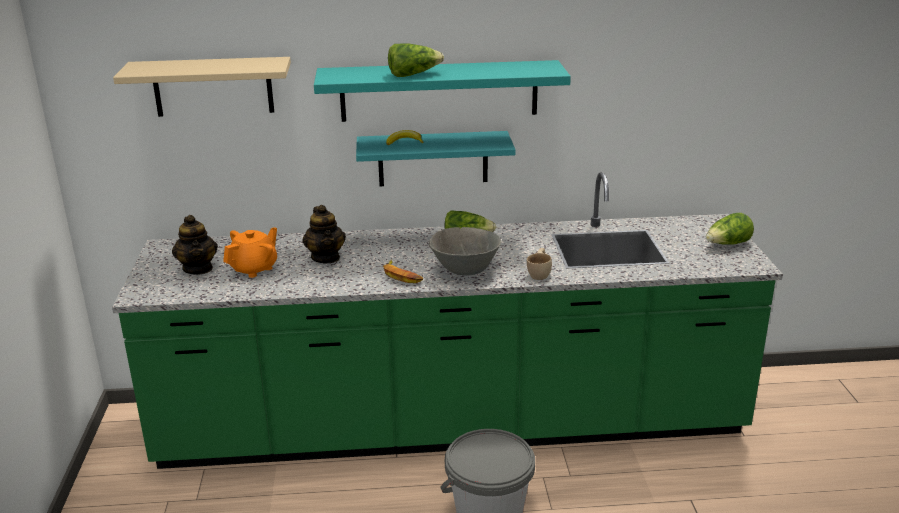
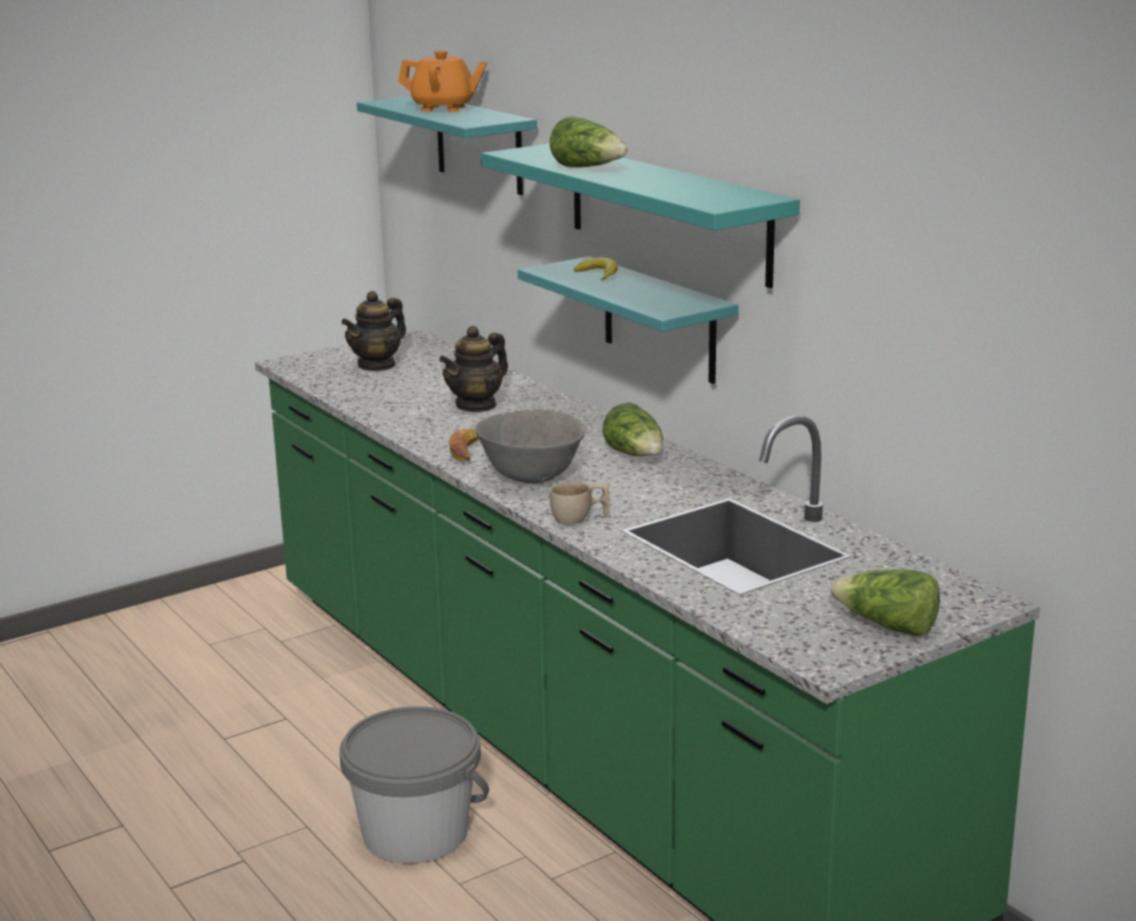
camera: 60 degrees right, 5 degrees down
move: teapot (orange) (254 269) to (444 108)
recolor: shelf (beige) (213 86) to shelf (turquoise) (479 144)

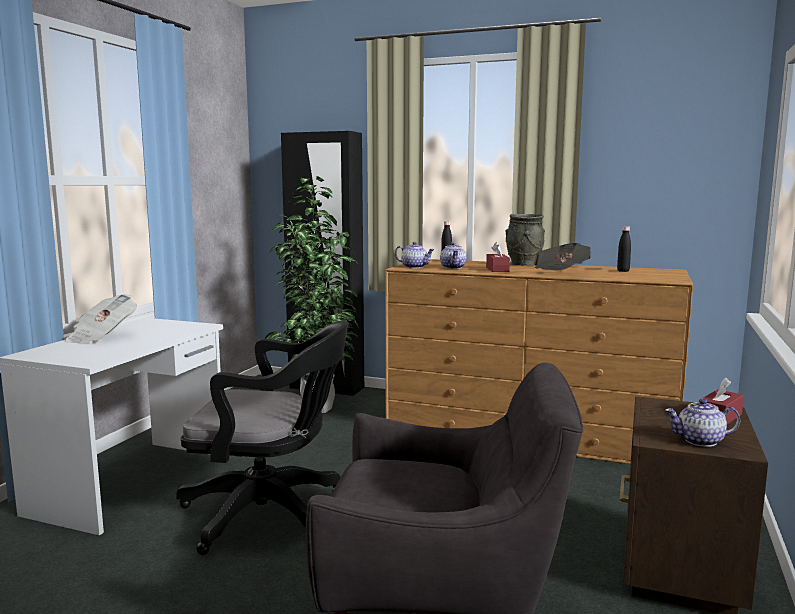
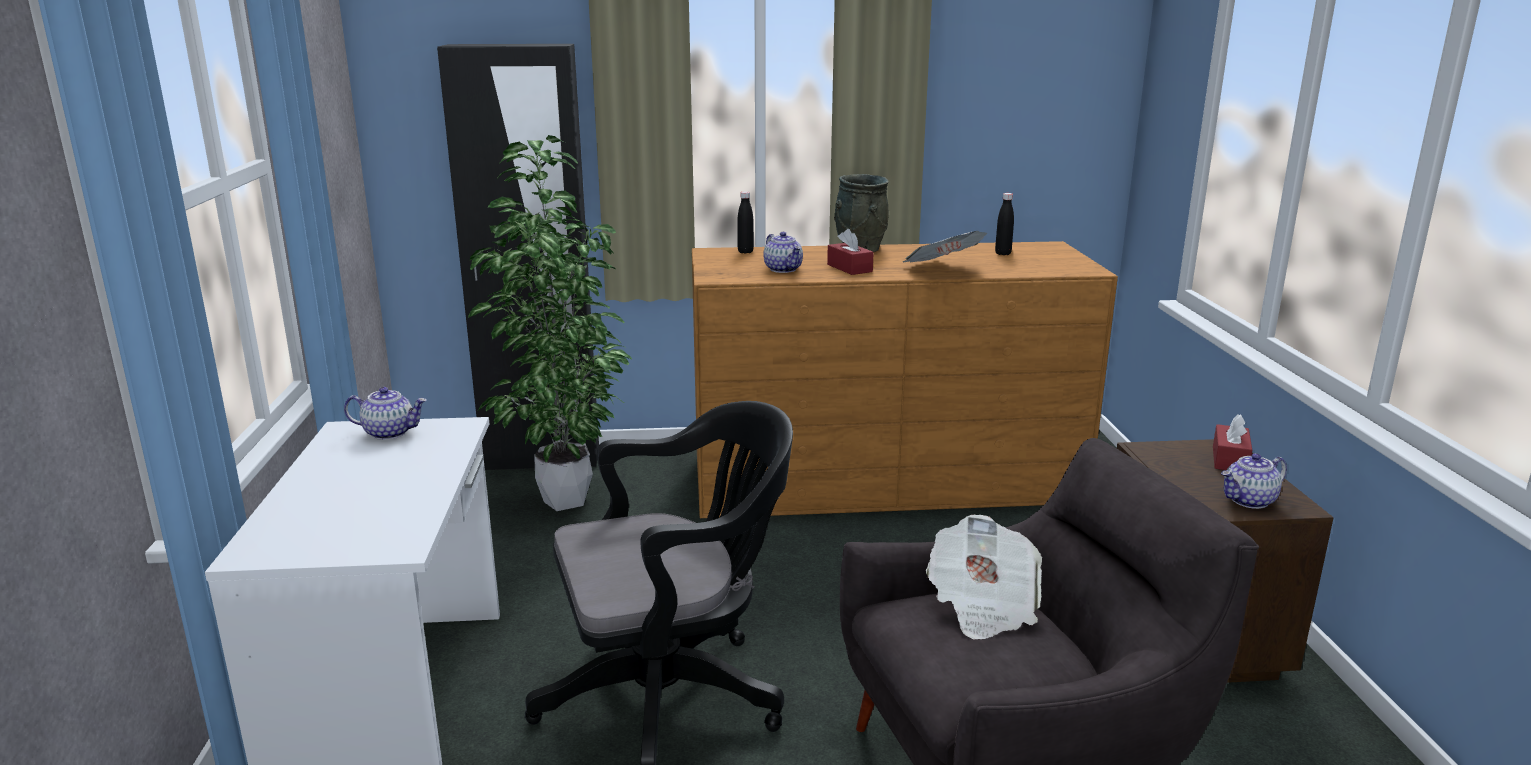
camera: 25 degrees left, 10 degrees up
move: teapot (414 267) to (390 433); newspaper (102 336) to (982 605)

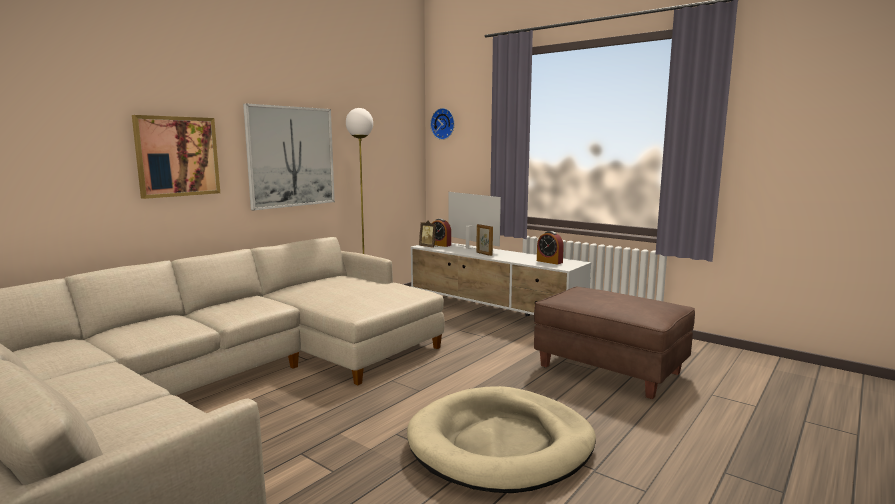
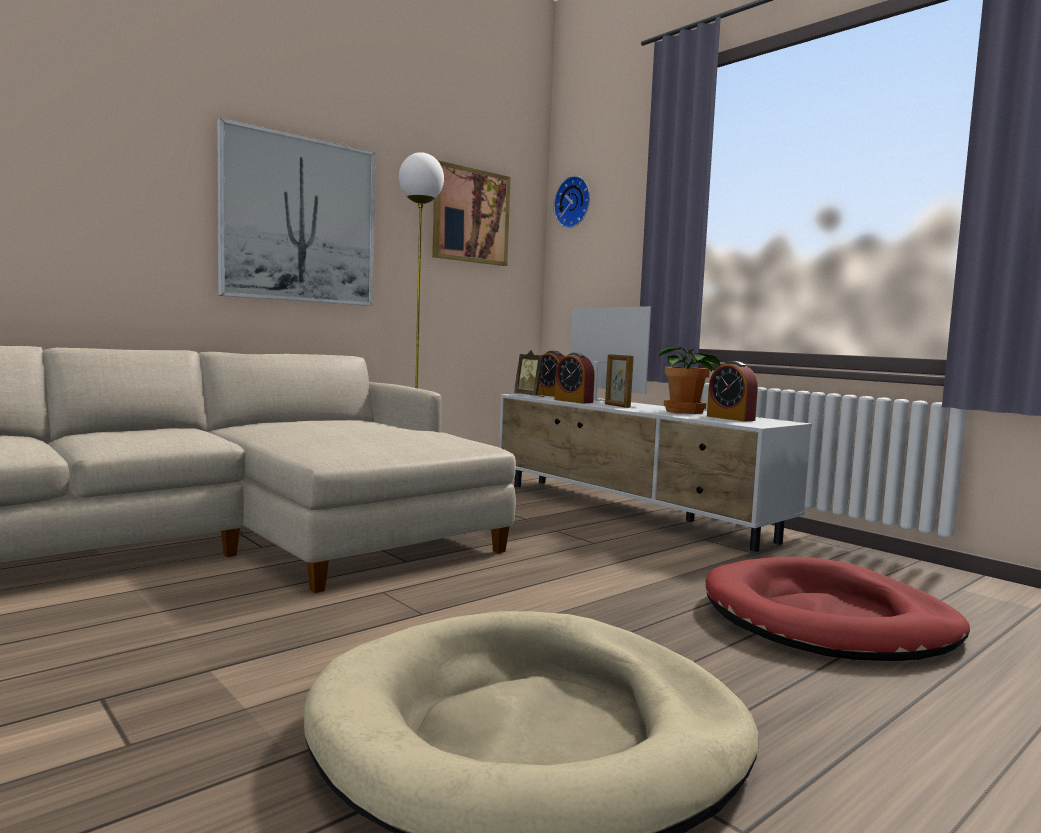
camera: 10 degrees right, 5 degrees down
insert: alarm clock (573 401); potted plant (686 412)
move: picture (177 156) to (470 216)
replace: ottoman (brown) (609 370) to dog bed (red) (828 619)

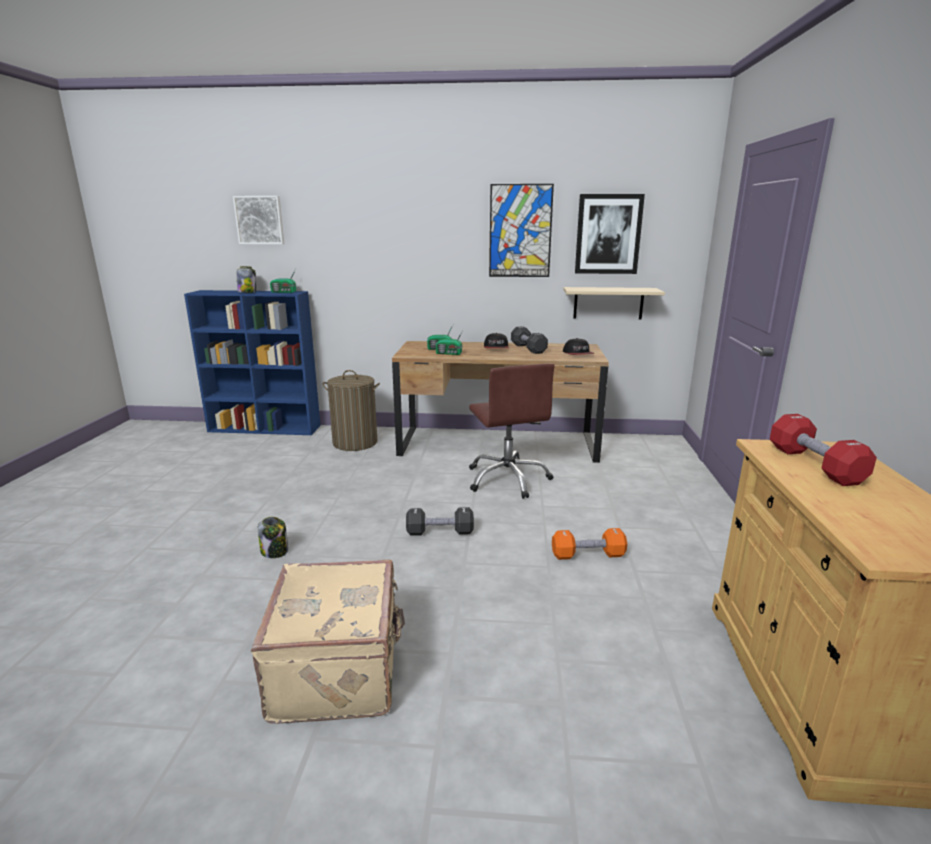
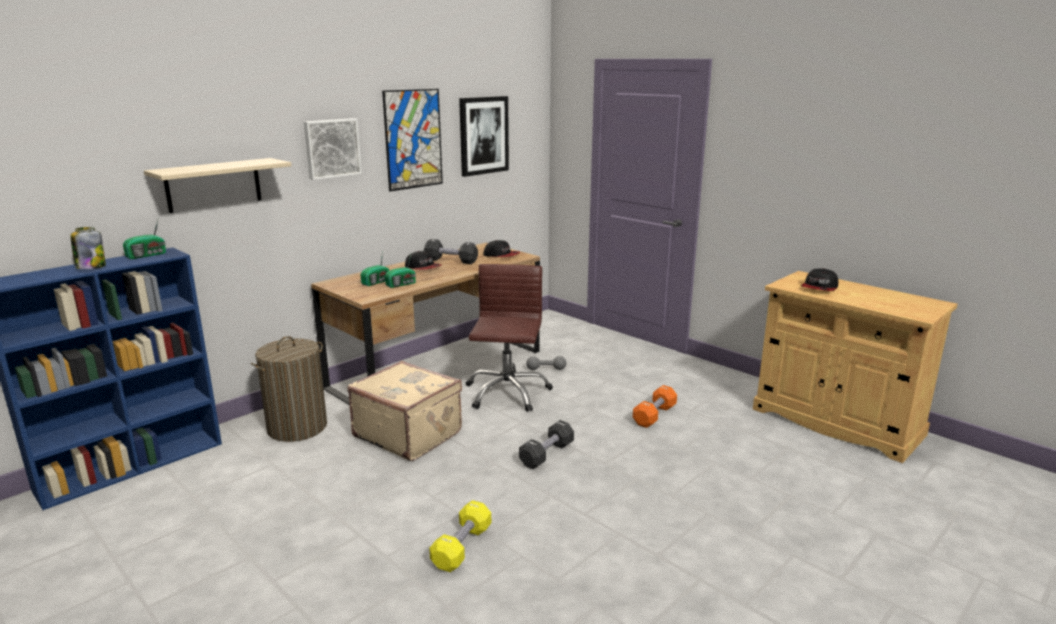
camera: 50 degrees left, 0 degrees up
insert: dumbbell (grey) (546 369)
move: shelf (beige) (608 303) to (213 185); picture (260 220) to (331 148); suitcase (beige) (340 670) to (408 434)
replace: jar (275 551) to dumbbell (yellow) (462 547); dumbbell (red) (814 465) to cap (819 288)
rotate: office chair (brown) (508 479) = (506 393) 105 degrees counterclockwise

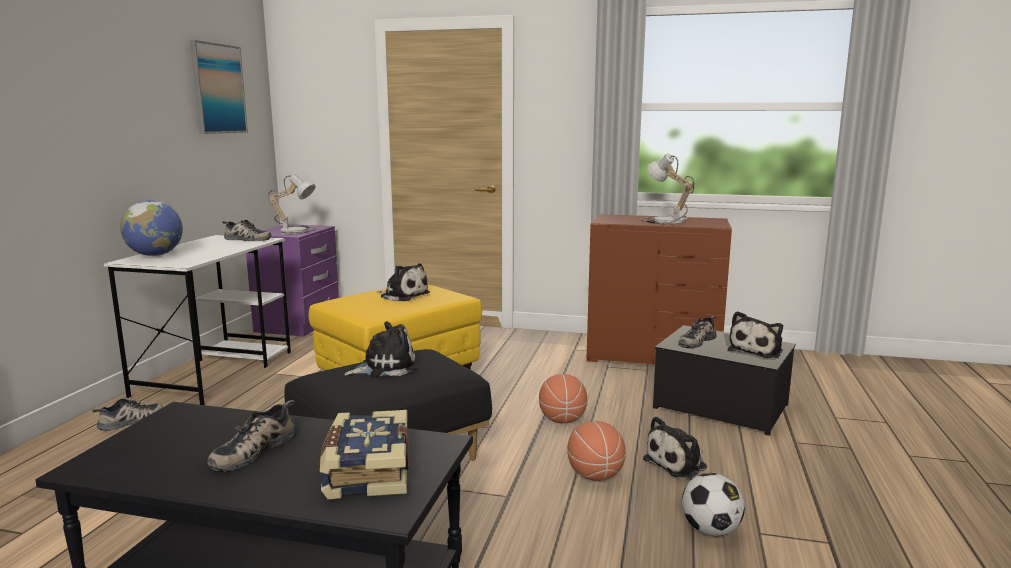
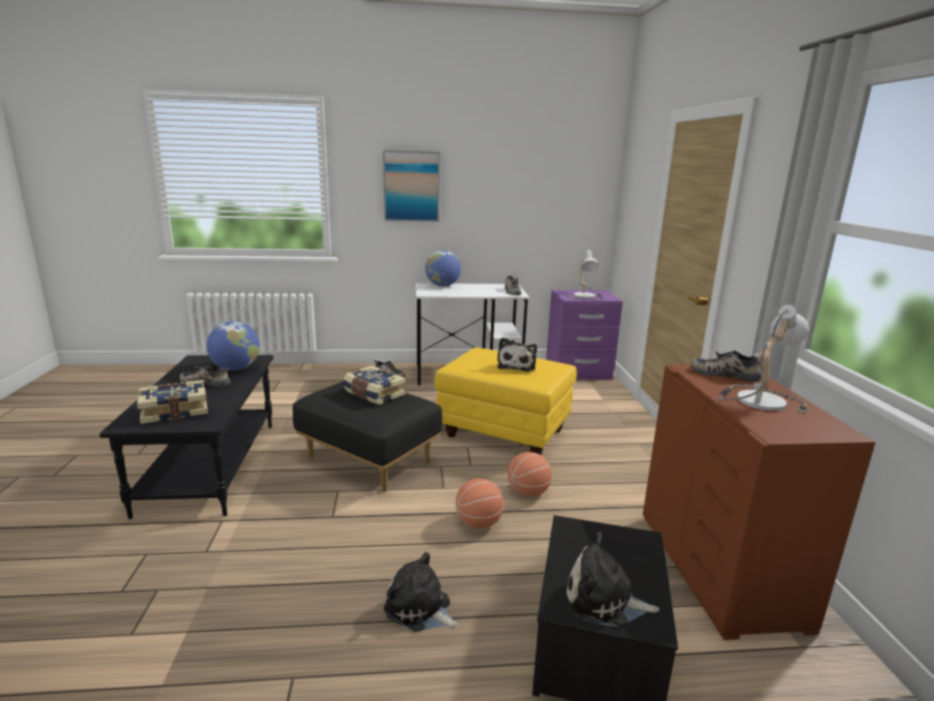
camera: 70 degrees right, 5 degrees up
delete: football (710 530)
insert: globe (236 369)
move: picture (218 89) to (411 186); basketball (595 476) to (528 492); shoe (696 341) to (725 373)
replace: plush toy (385 367) to book (373 394)

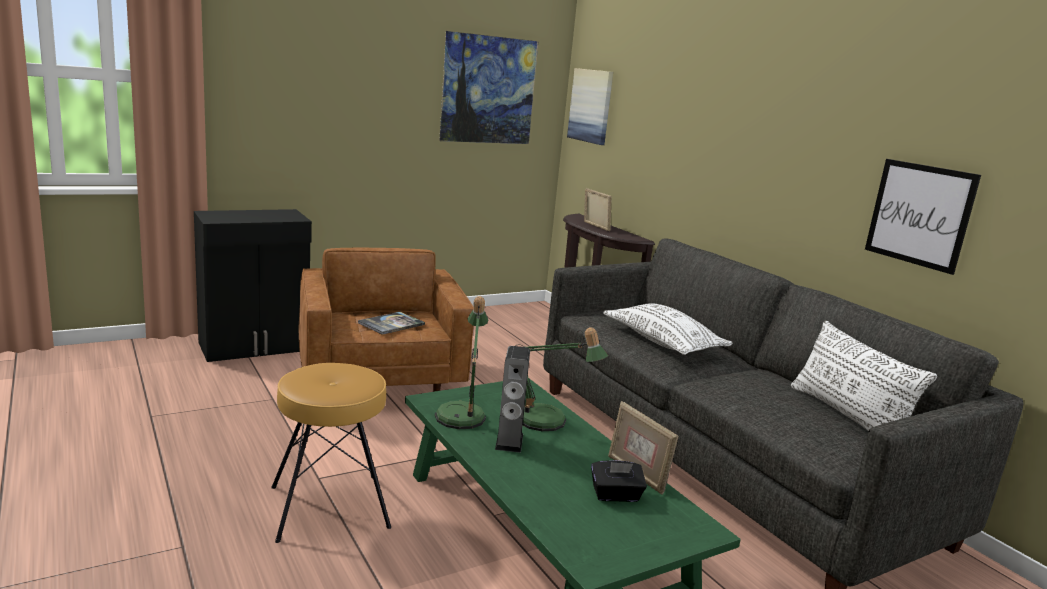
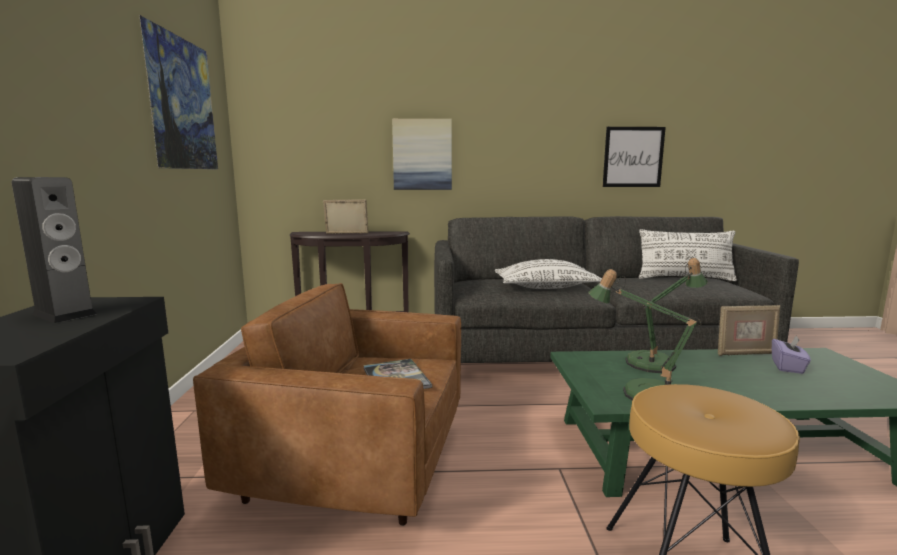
camera: 60 degrees left, 5 degrees down
move: speaker (509 441) to (64 314); picture (591 106) to (422 154)
recolor: tissue box (black) (616 495) to tissue box (purple) (788 367)

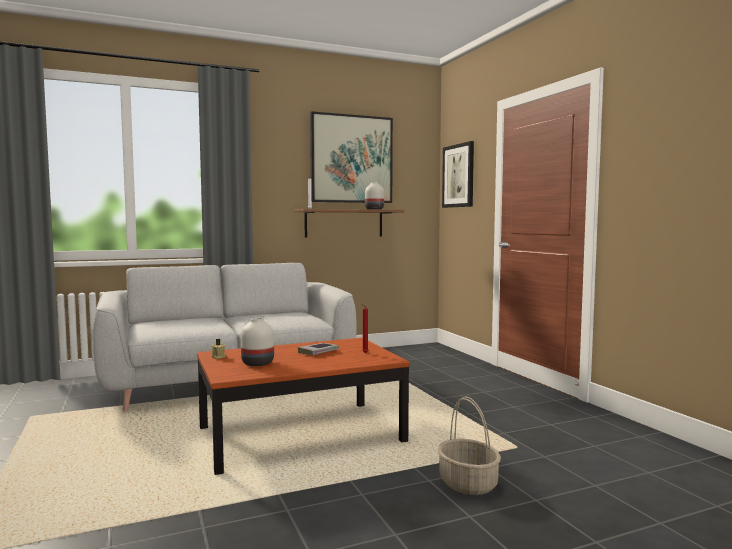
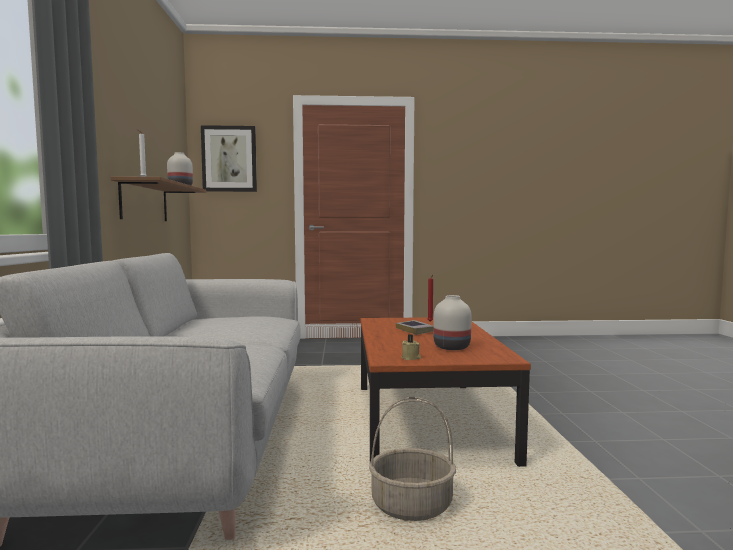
camera: 70 degrees left, 0 degrees up
delete: picture (351 159)
move: basket (468 484) to (412 505)

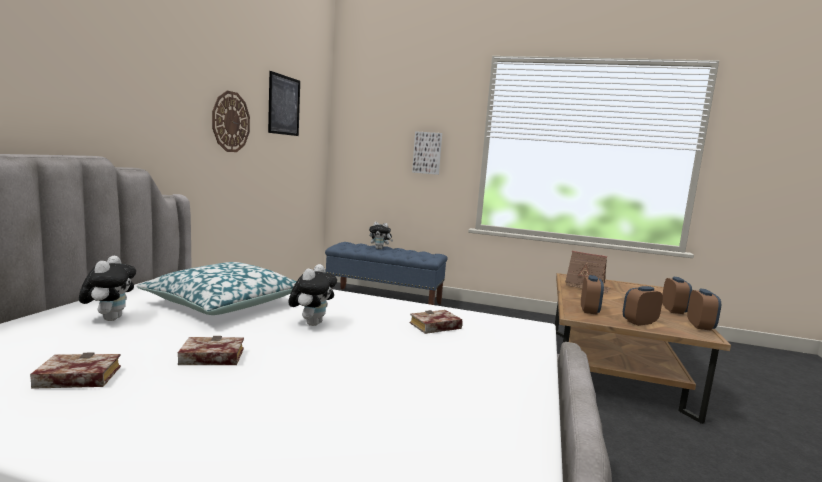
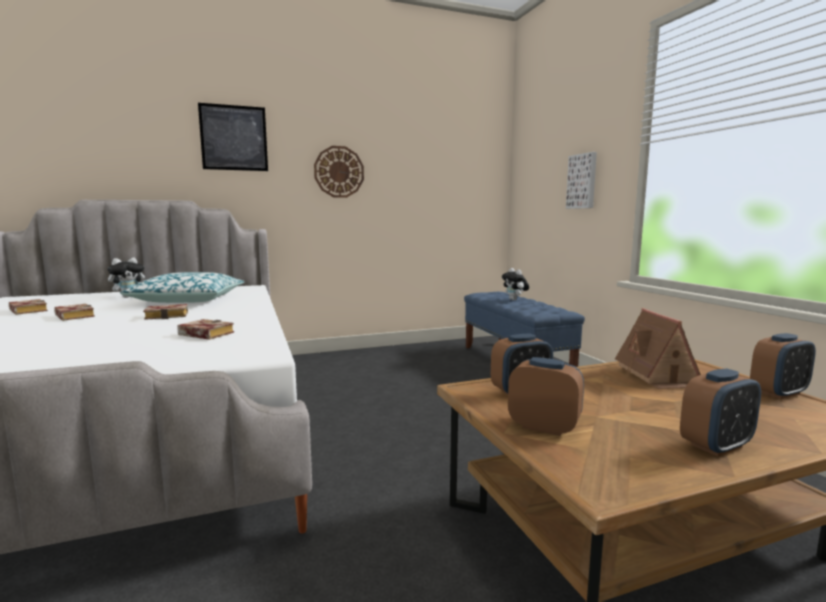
camera: 55 degrees right, 0 degrees up
move: picture (284 105) to (234 138); alarm clock (700 326) to (778 393)
replace: plush toy (312 323) to book (169 315)

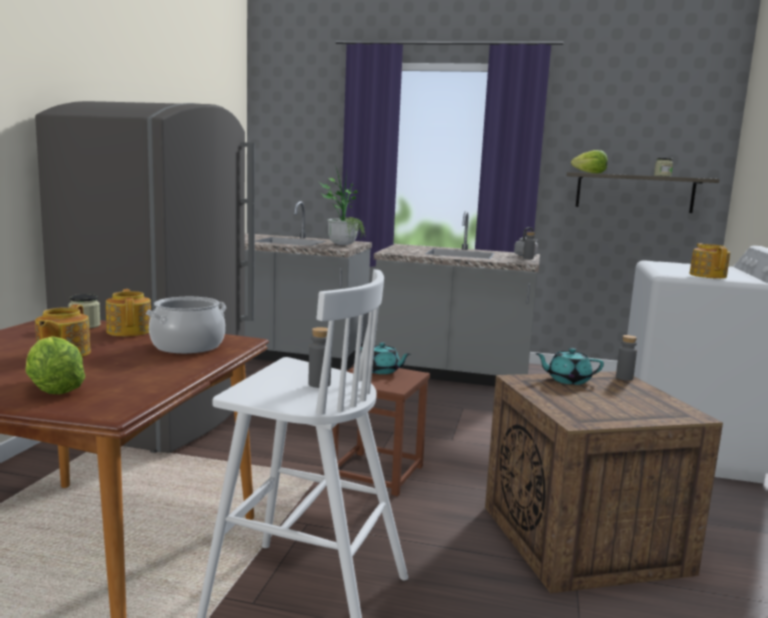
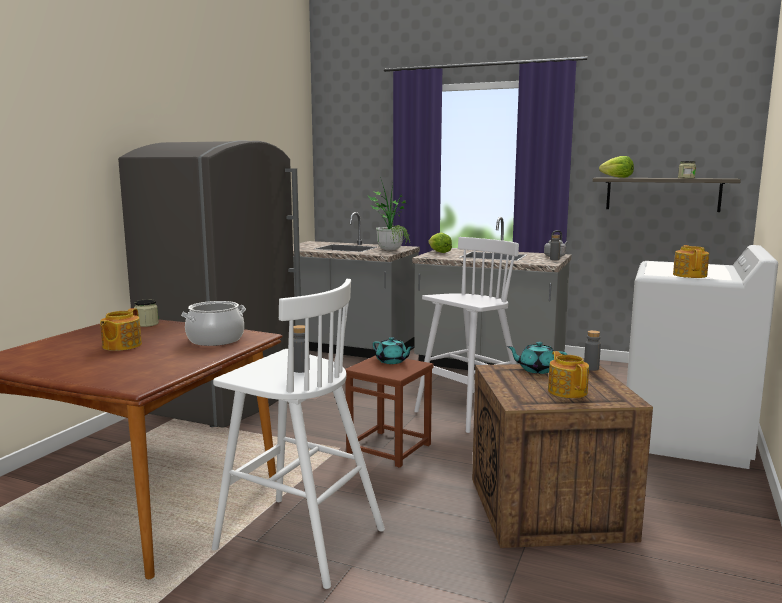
camera: 10 degrees right, 0 degrees up
insert: stool (white) (468 411)
move: lettuce (53 388) to (439 252); teapot (130 331) to (567 391)

